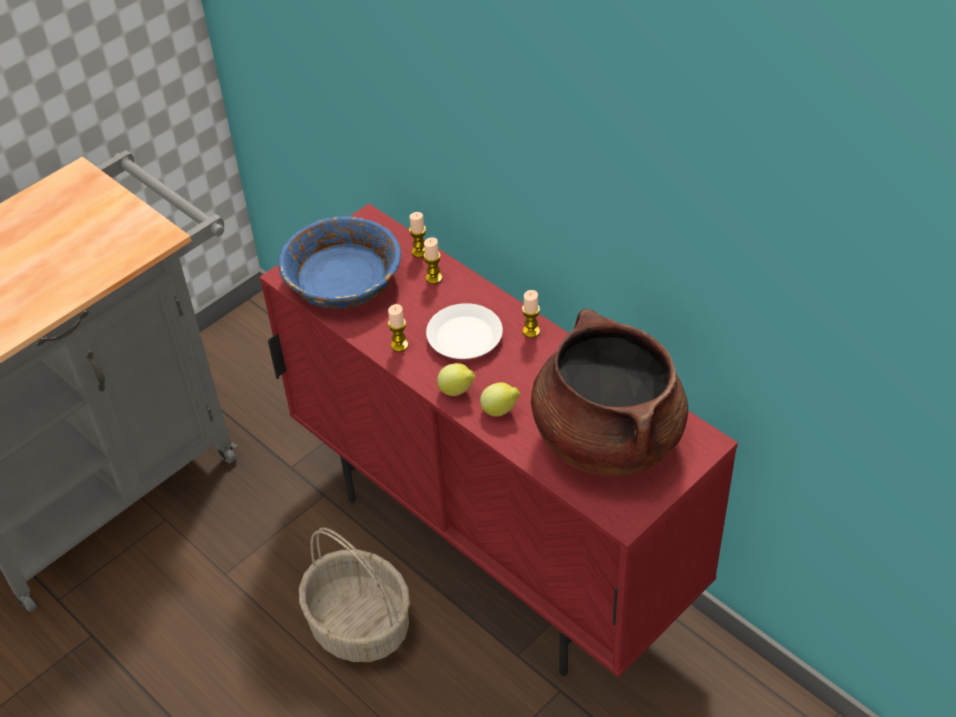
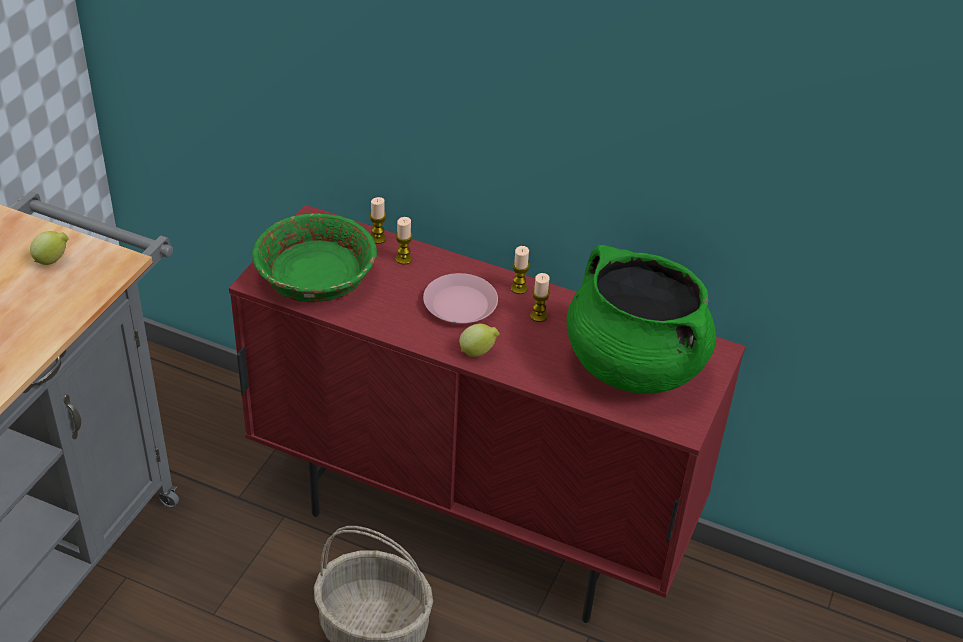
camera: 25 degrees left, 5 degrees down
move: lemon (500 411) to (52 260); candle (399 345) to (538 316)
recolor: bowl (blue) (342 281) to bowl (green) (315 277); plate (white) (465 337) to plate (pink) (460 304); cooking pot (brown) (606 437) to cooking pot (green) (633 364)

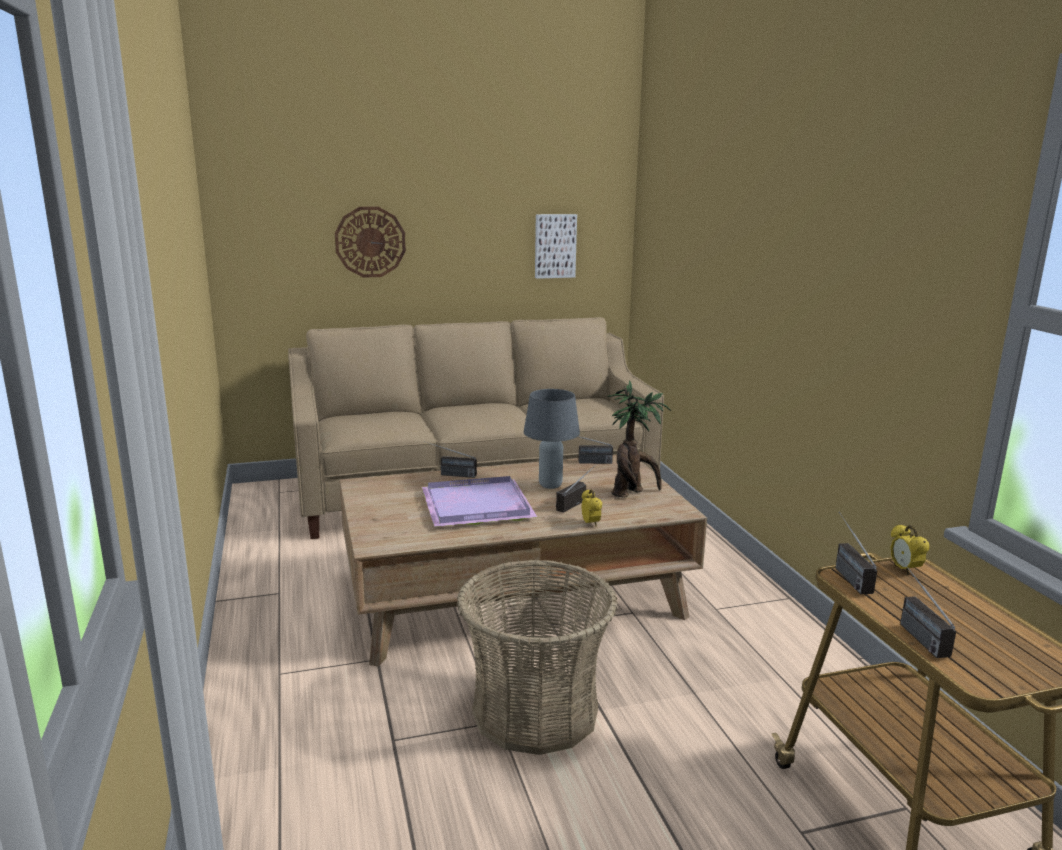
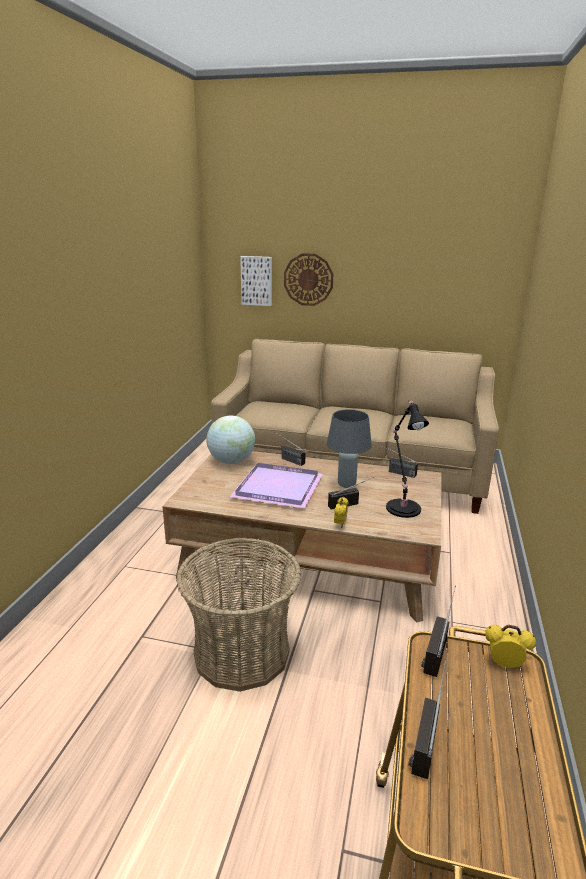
camera: 30 degrees right, 5 degrees up
insert: globe (231 461)
move: picture (554 246) to (257 280)
replace: potted plant (632 493) to table lamp (black) (402 507)
rotate: alarm clock (904 570) = (504 664) 90 degrees clockwise

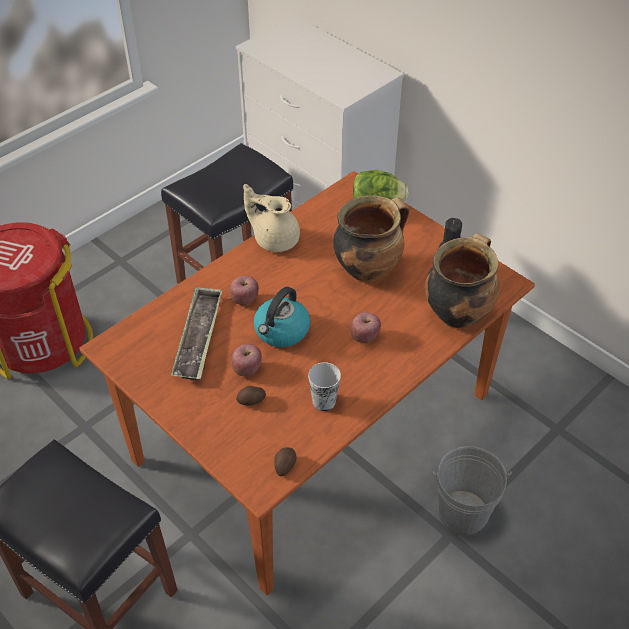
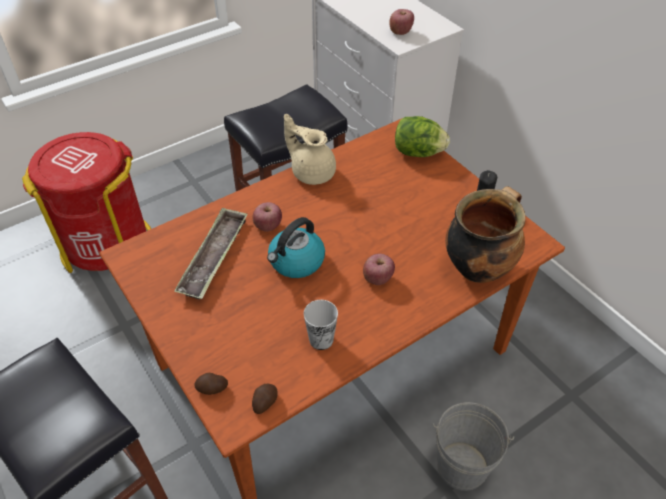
camera: 10 degrees right, 0 degrees up
delete: cooking pot (368 269)
move: potato (251 401) to (212 389); apple (247 369) to (400 32)

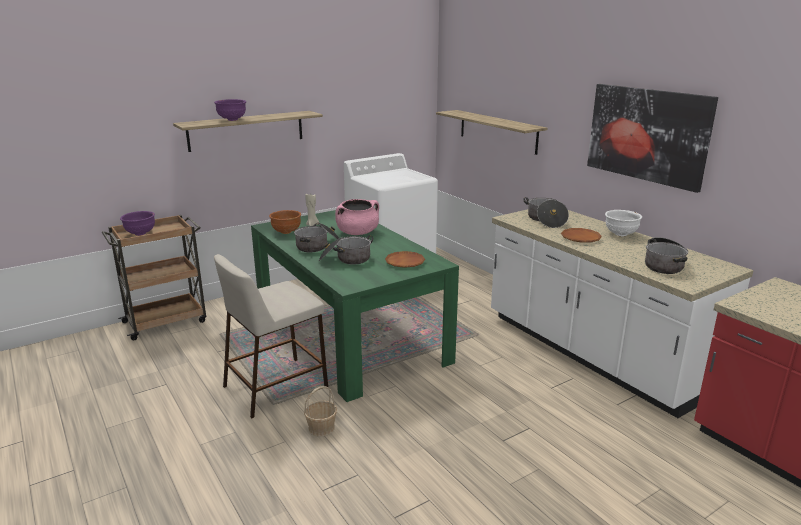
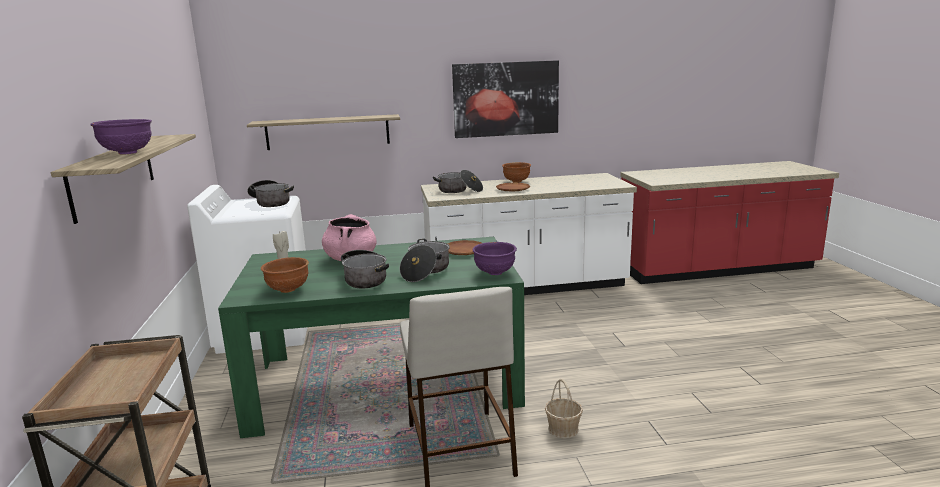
camera: 65 degrees left, 5 degrees down
move: cooking pot (664 265) to (271 202); bowl (purple) (140 233) to (494 273)
recolor: bowl (white) (620 234) to bowl (brown) (516 181)

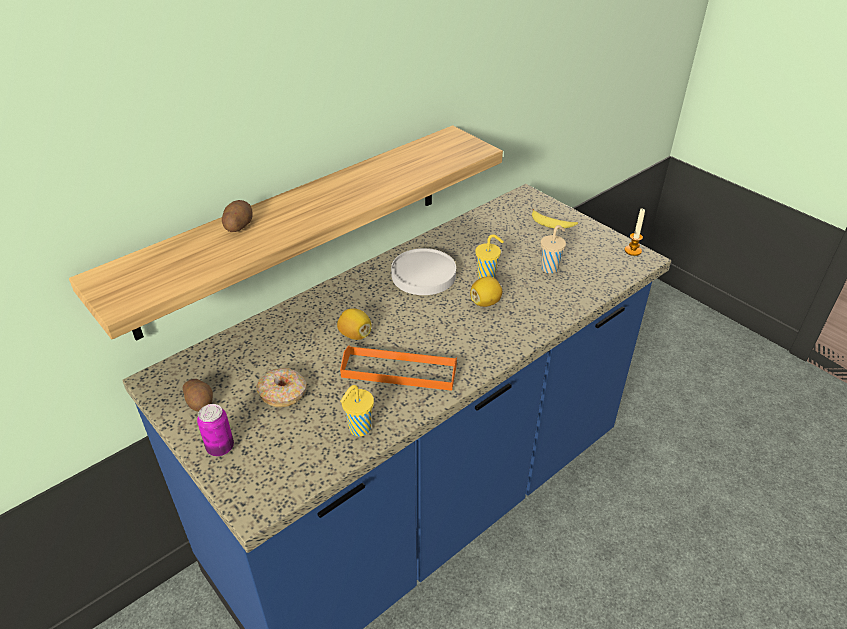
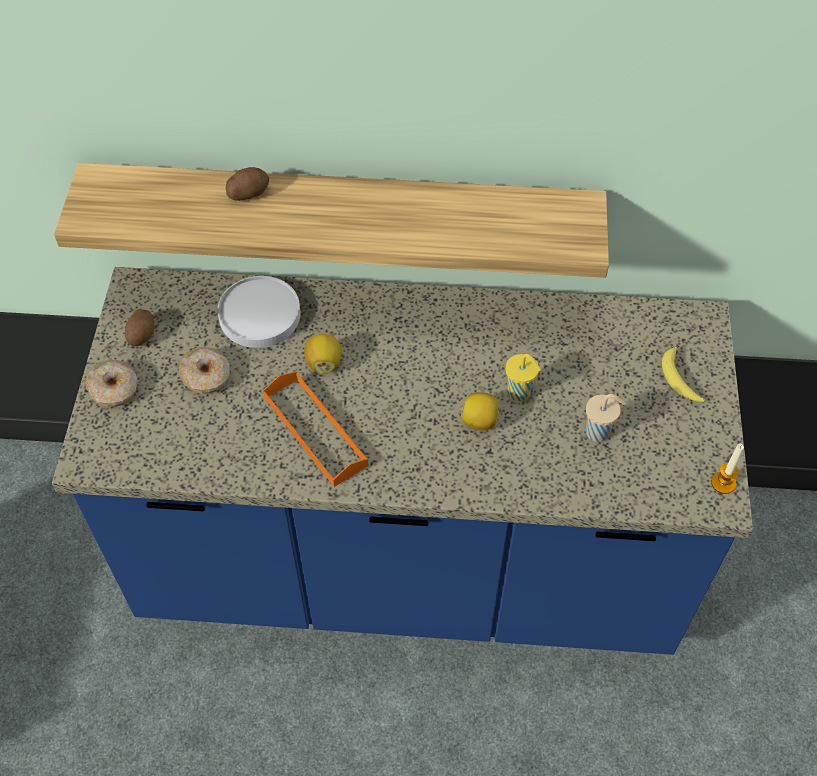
camera: 45 degrees right, 15 degrees up
delete: cup (yellow) (358 429)
move: plate (white) (424 275) to (260 315)
replace: can (220 447) to donut (114 389)

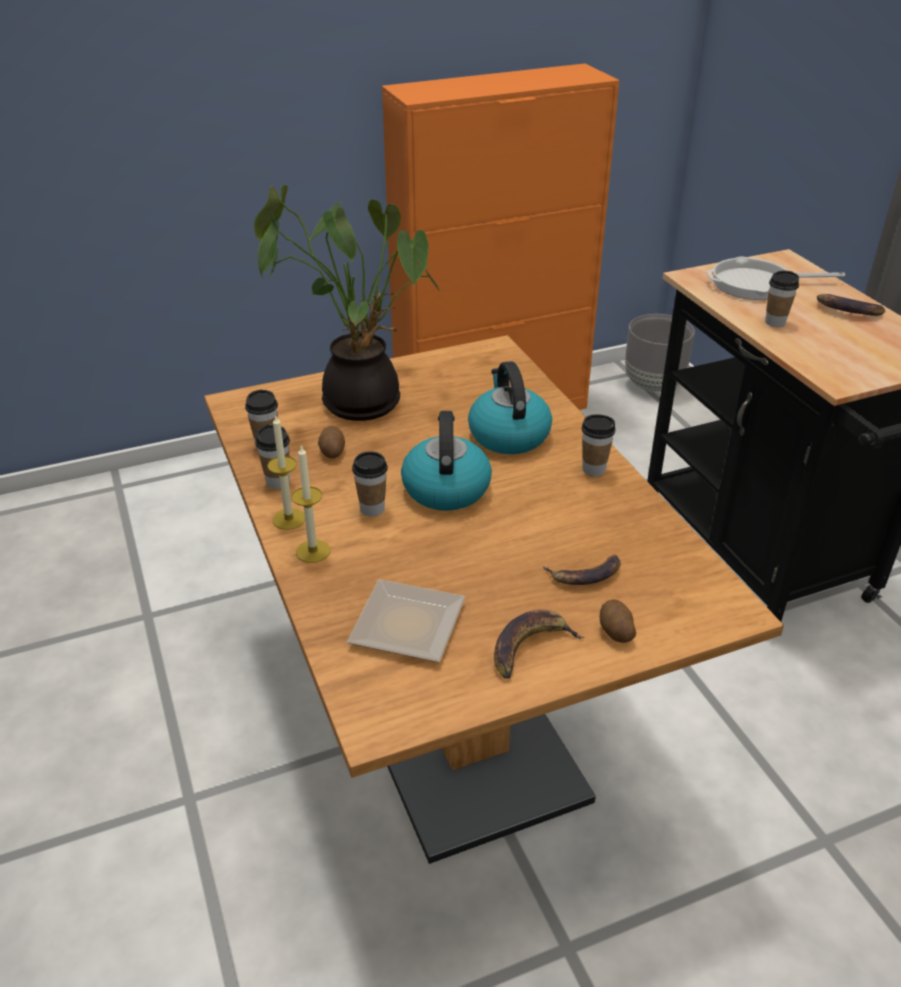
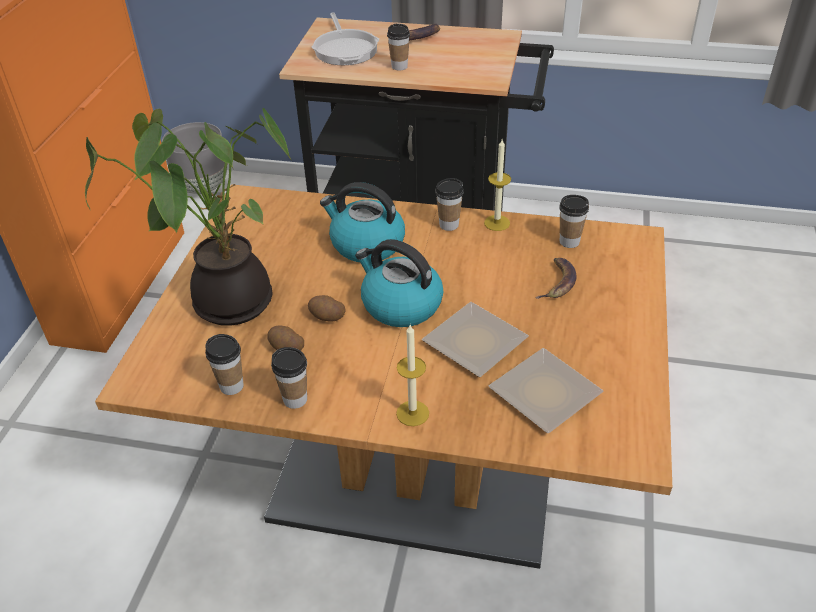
camera: 55 degrees left, 5 degrees up
delete: banana (530 647)
insert: plate (478 342)
move: potato (615 631) to (326 317); candle (289 519) to (497 223); cup (372 509) to (569 242)
rotate: frying pan (757 284) = (345 49) 45 degrees counterclockwise

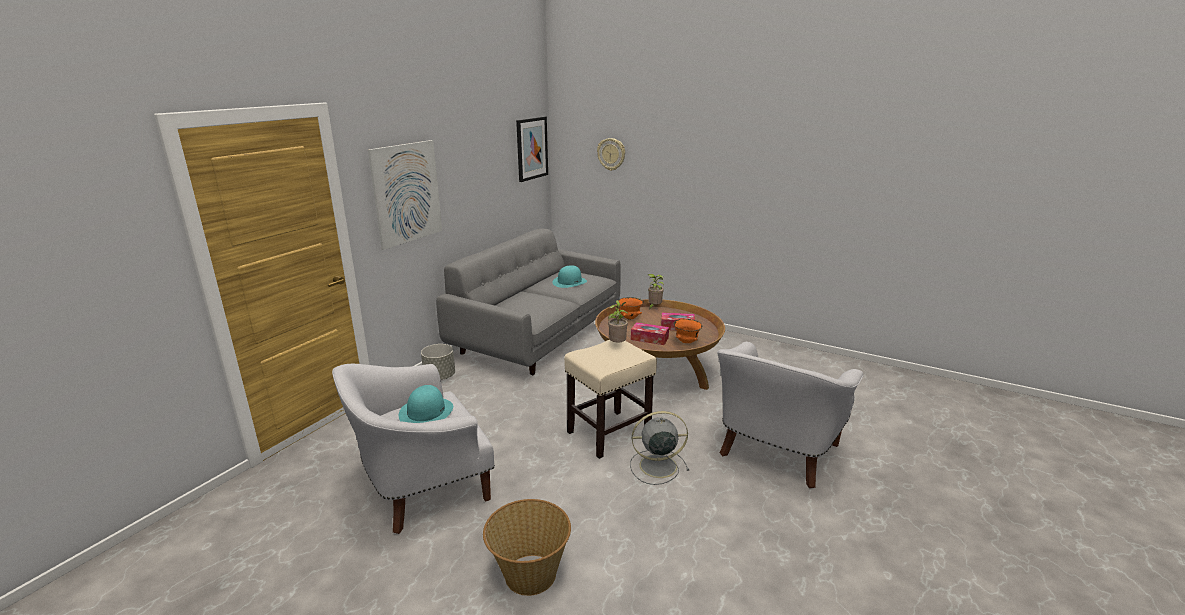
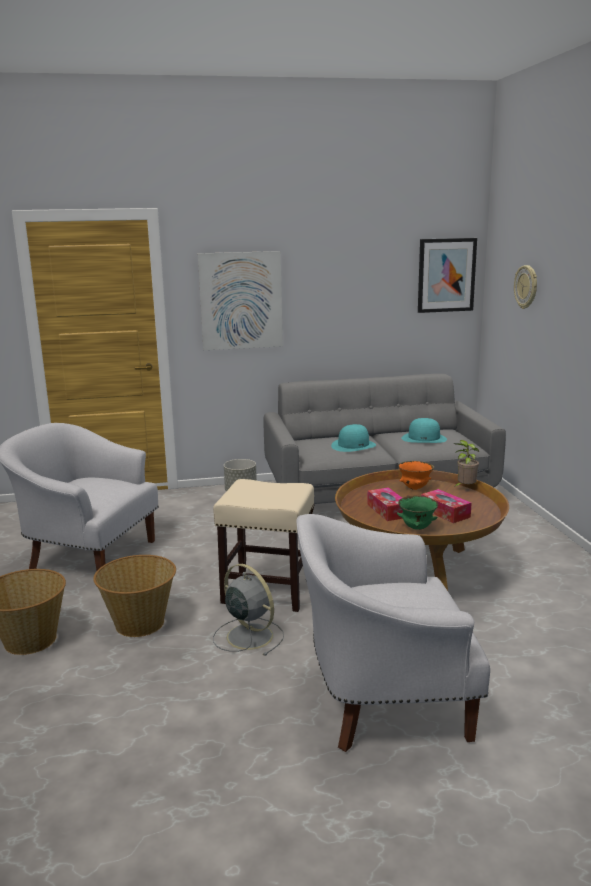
camera: 50 degrees right, 5 degrees down
delete: potted plant (617 344)
insert: basket (140 623)
move: hat (turquoise) (426 412) to (353 445)
recolor: bowl (orange) (686 342) to bowl (green) (416 528)

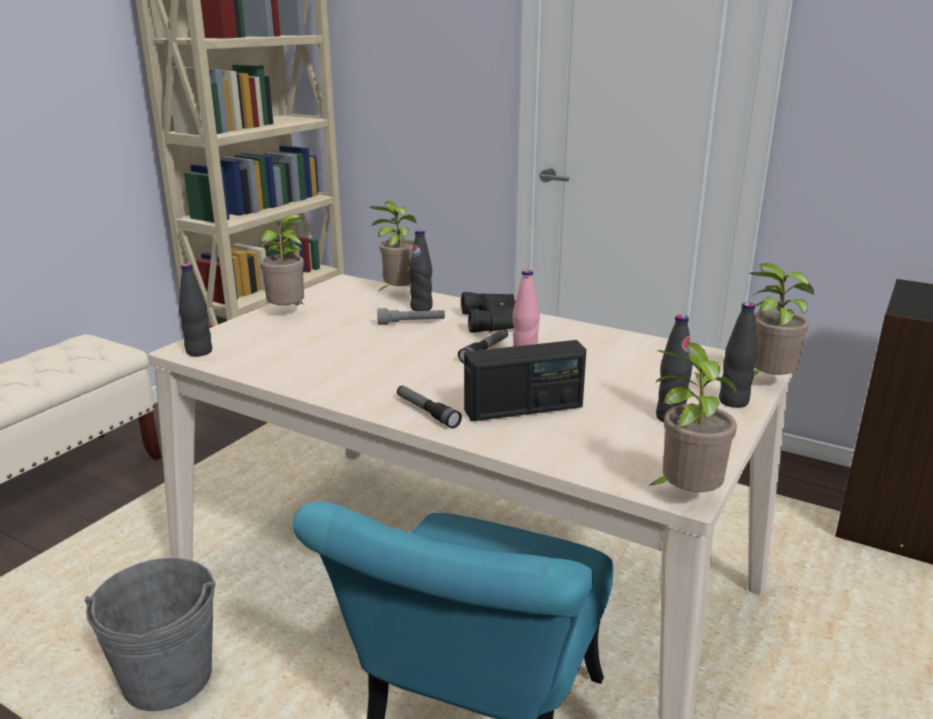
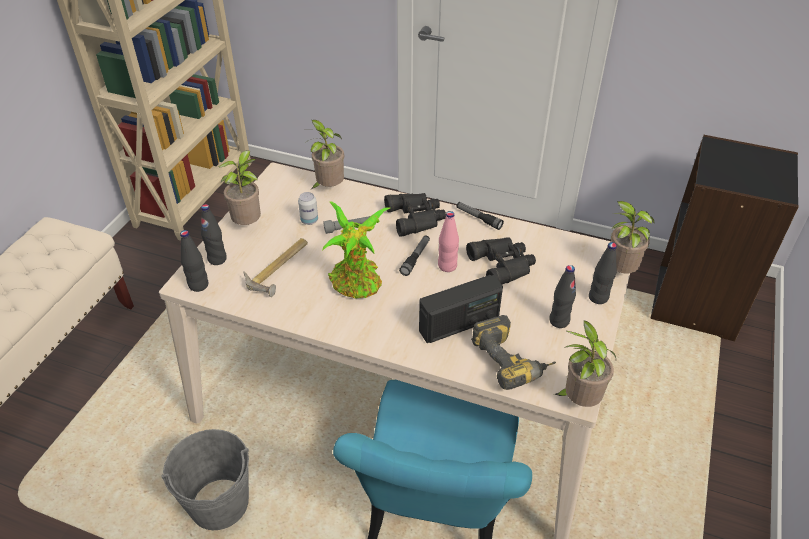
camera: 10 degrees left, 20 degrees up
insert: hammer (281 269); can (309 220); potted plant (357 284); binoculars (black) (503 264); power drill (512 360)
move: bottle (black) (421 308) to (217 259); flashlight (427 412) to (478 218)

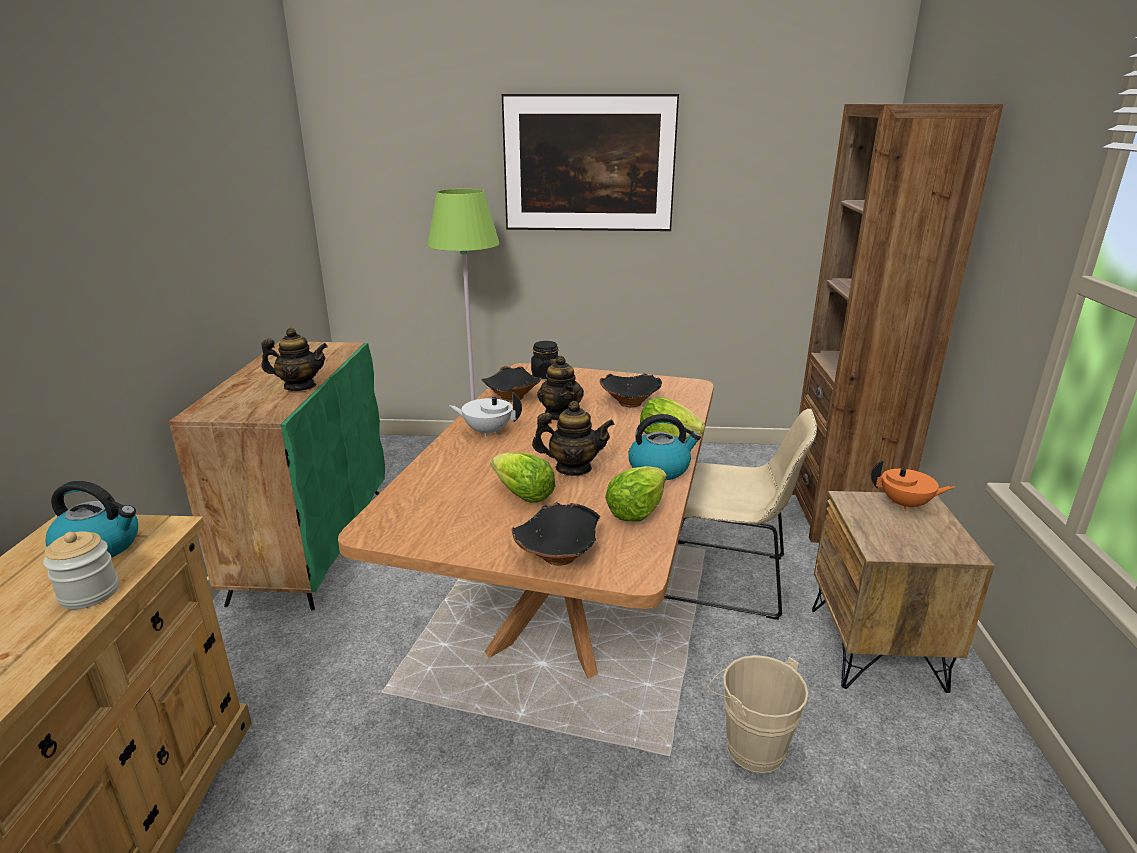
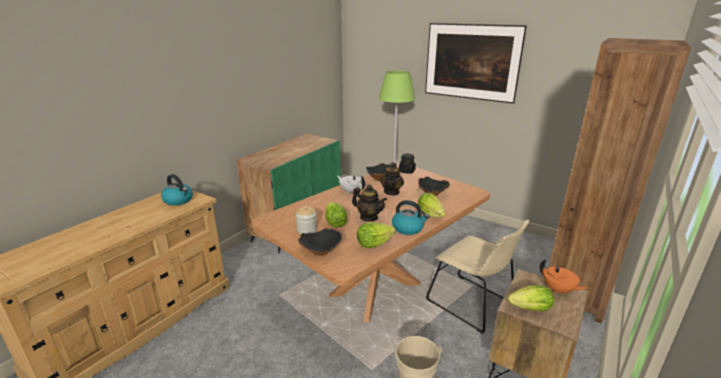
camera: 30 degrees right, 0 degrees up
delete: teapot (300 387)
insert: lettuce (530 309)
move: jar (89 593) to (307 230)

